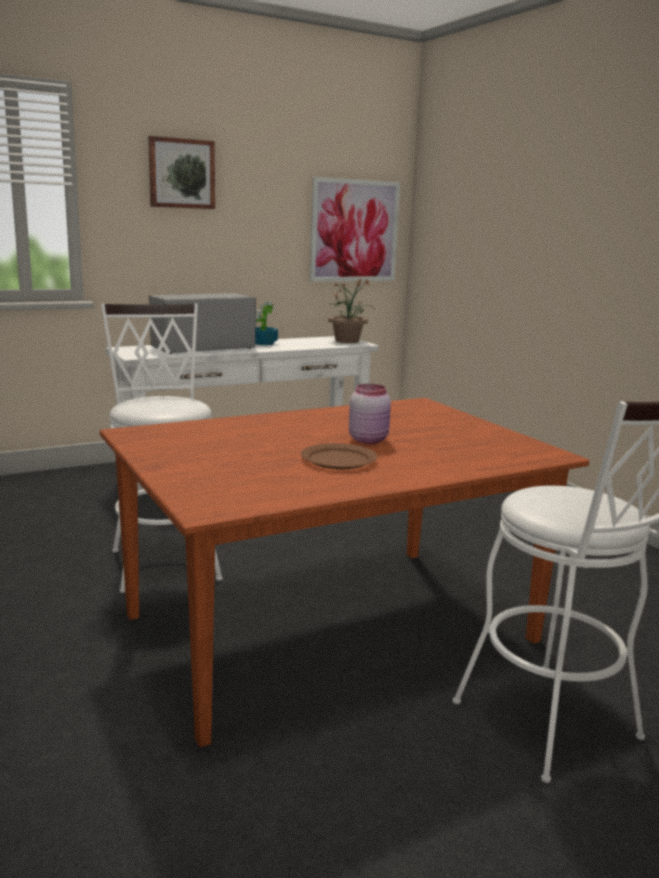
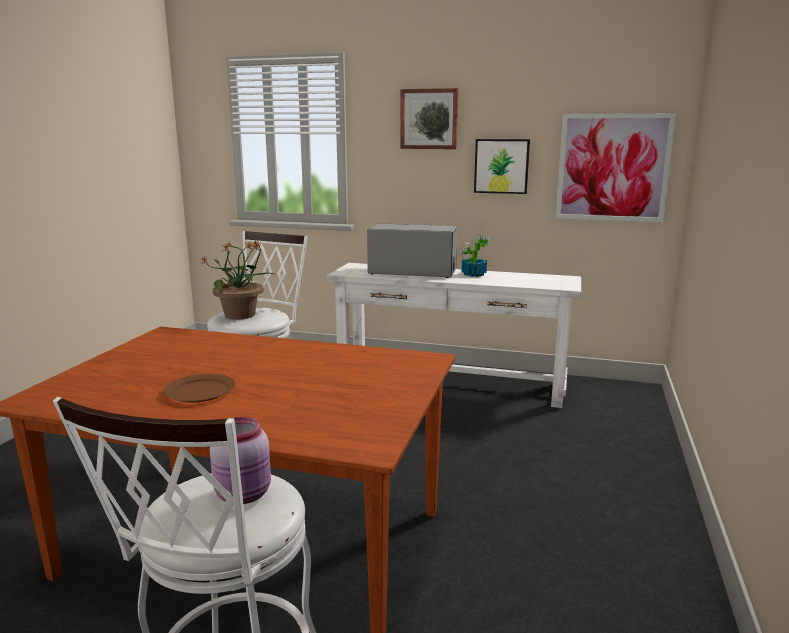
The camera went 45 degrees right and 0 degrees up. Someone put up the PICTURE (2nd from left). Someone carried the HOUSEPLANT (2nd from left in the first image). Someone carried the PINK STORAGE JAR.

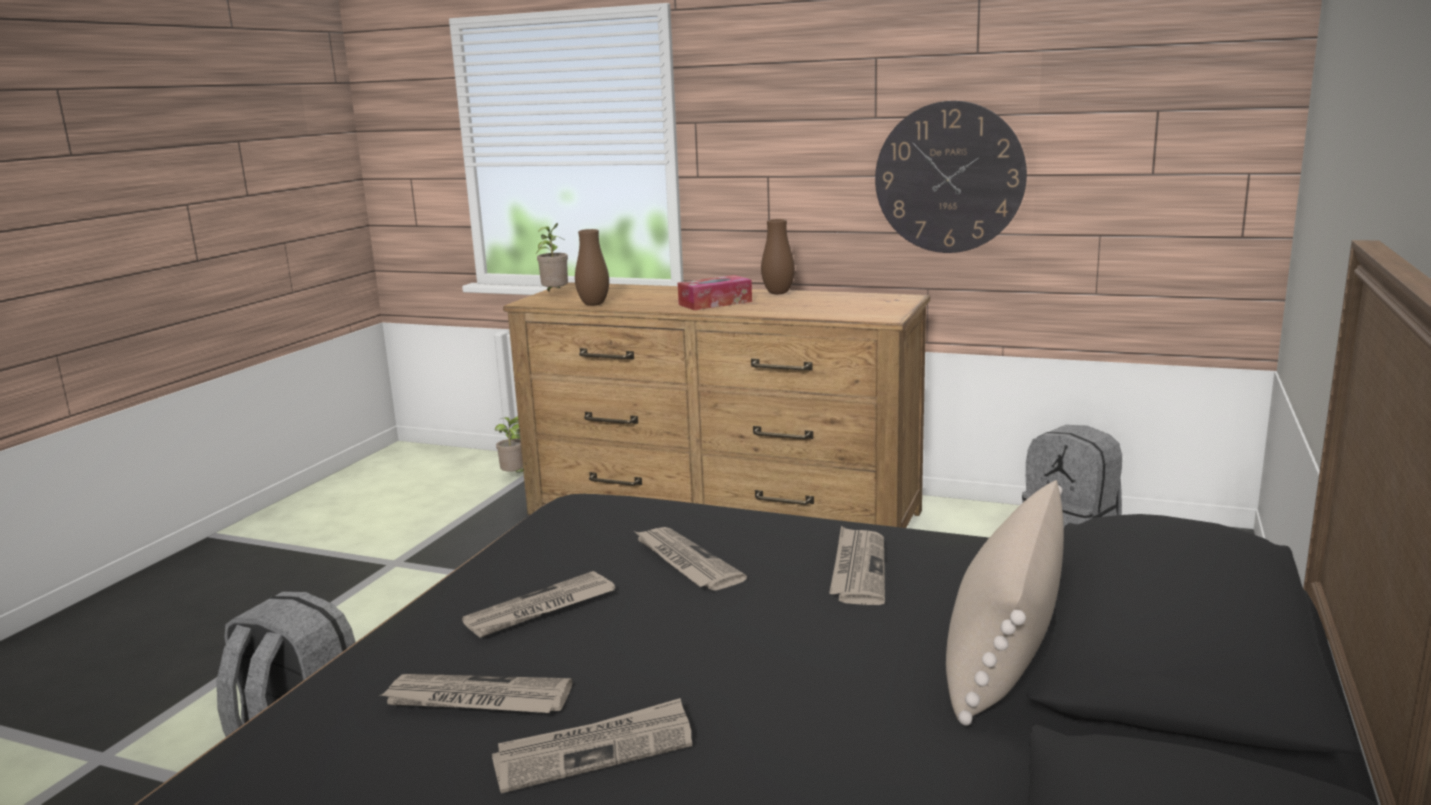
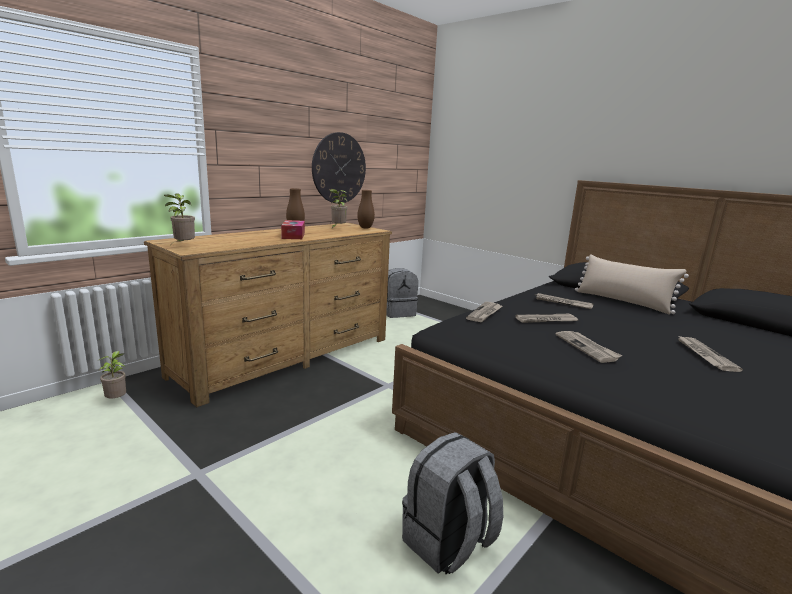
The camera went 70 degrees left and 0 degrees up. Someone put down the HOUSEPLANT (3rd from left). Someone carried the PRINTED PAPER (1st from left). Someone carried the BROWNISH DECORATIVE VASE (1st from left in the first image).

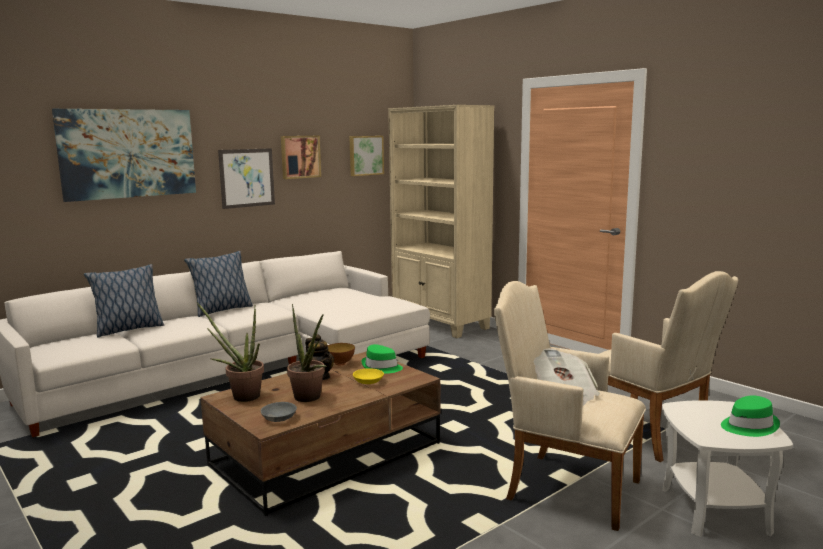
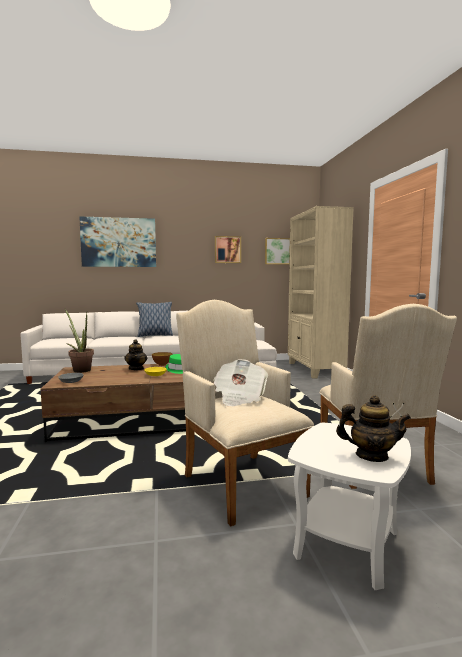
The camera went 30 degrees right and 5 degrees down. Someone took away the PILLOW (1st from left). Someone took away the PICTURE (2nd from left). Someone took away the HOUSEPLANT (2nd from left). Someone swapped the GREEN-COLOURED HAT (2nd from left) for the TEA POT (2nd from left).

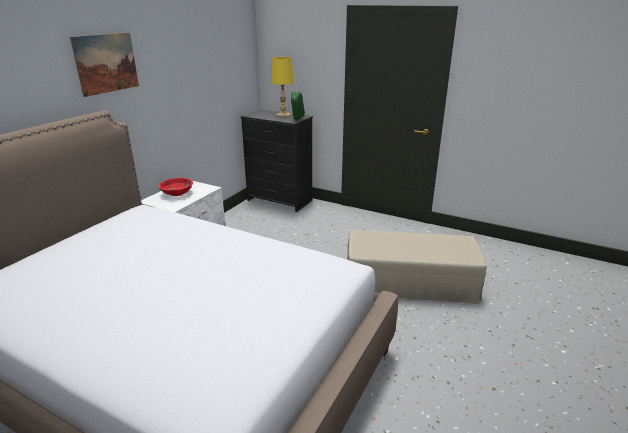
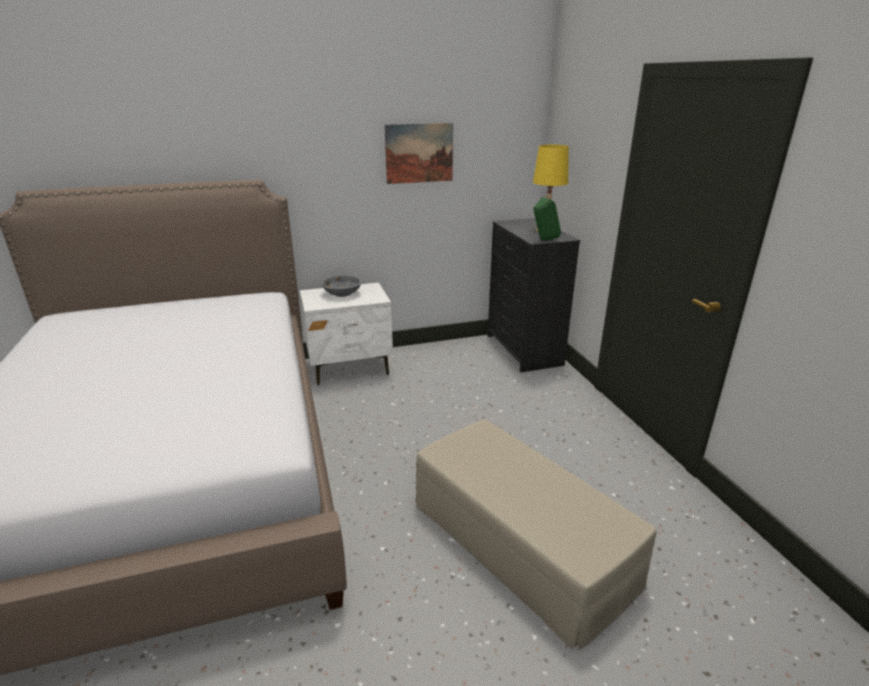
The camera went 45 degrees right and 0 degrees up. Someone carried the PICTURE. Someone repainted the RED-COLOURED BOWL, which became the GREY BOWL.

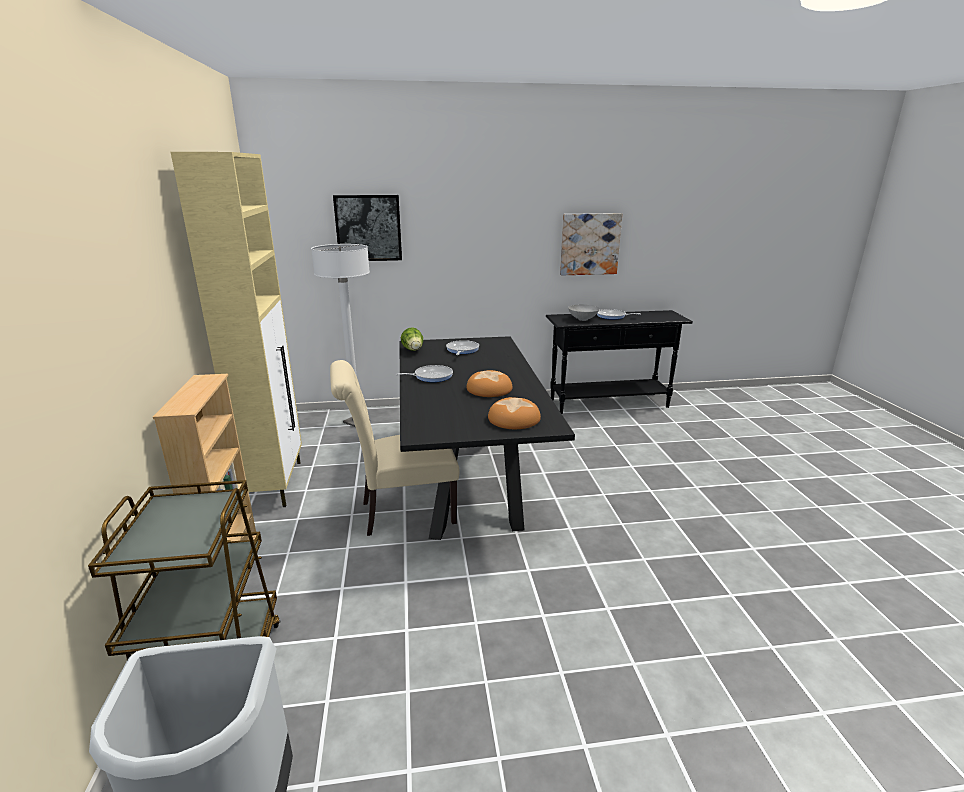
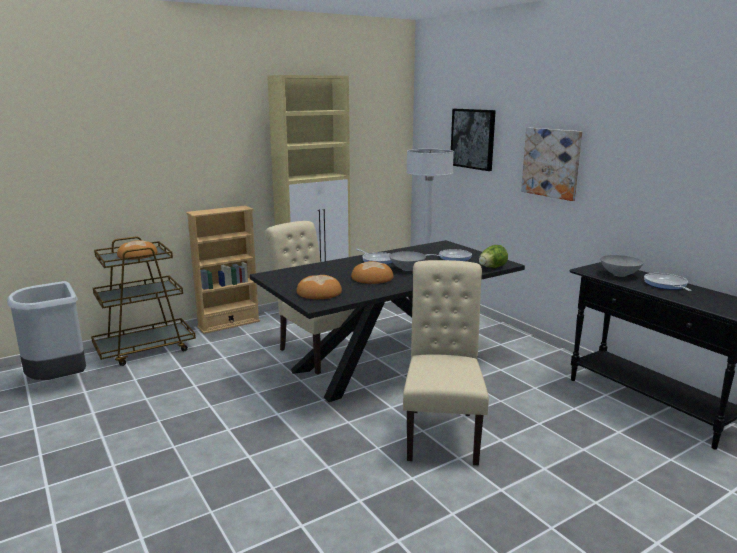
The camera went 65 degrees right and 5 degrees down. Someone put down the BREAD (1st from left). Someone put down the GREY BOWL (1st from left). Someone put down the BEIGE UPRIGHT CHAIR (2nd from left). Someone carried the LETTUCE HEAD. Someone carried the PICTURE (2nd from left).

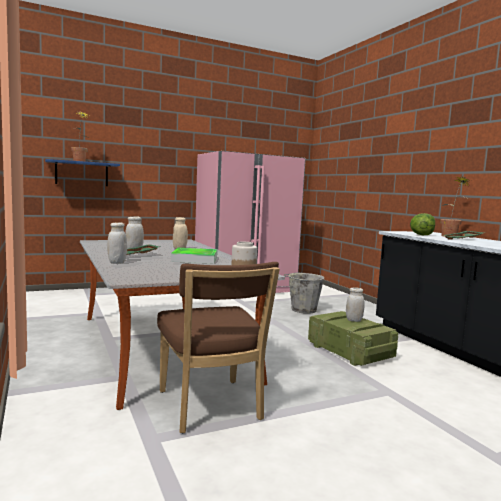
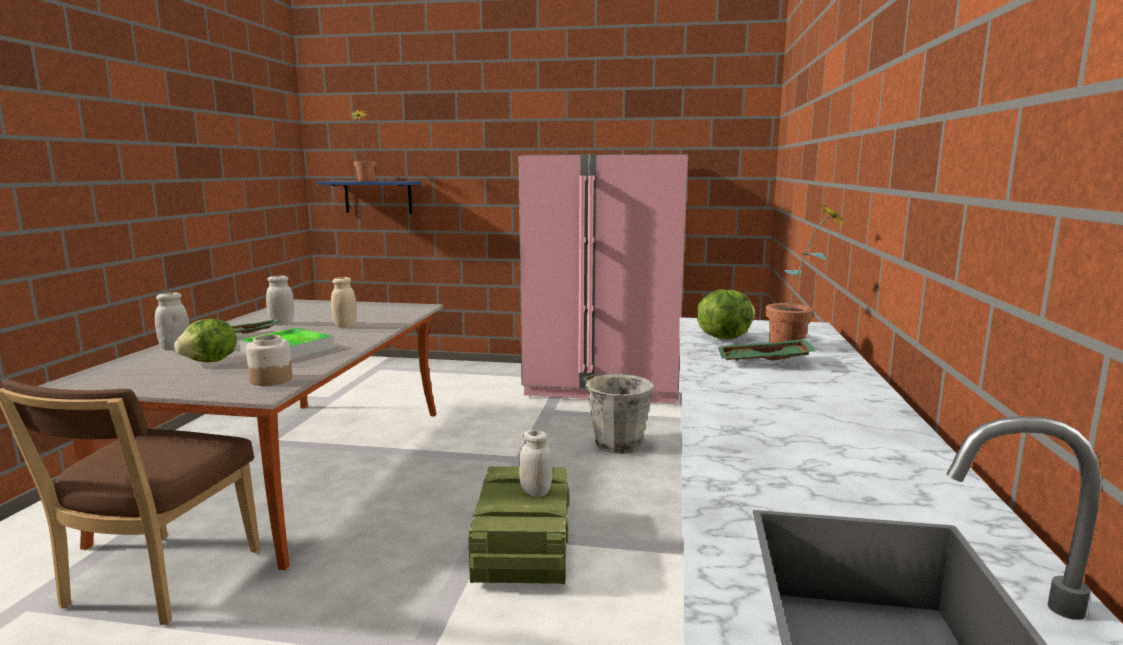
The camera went 35 degrees right and 5 degrees up. Someone put down the LETTUCE HEAD (1st from left).

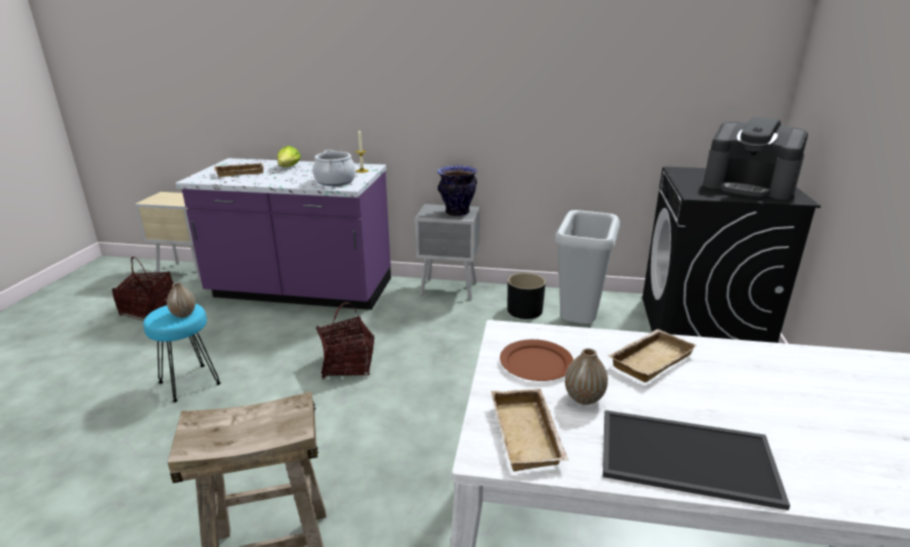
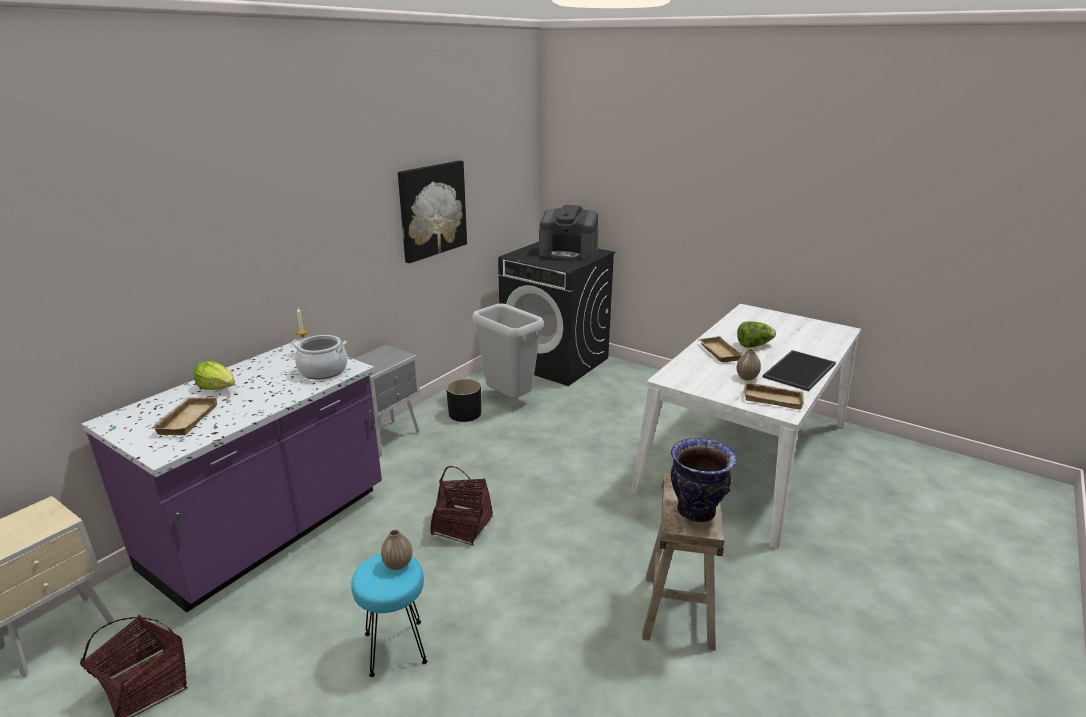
The camera went 65 degrees left and 0 degrees up. Someone took away the BROWNISH PLATE. Someone put up the PICTURE. Someone put down the LETTUCE HEAD (2nd from left). Someone carried the DECORATIVE VASE (2nd from left). Someone rotated the COFFEE MACHINE by 45 degrees clockwise.

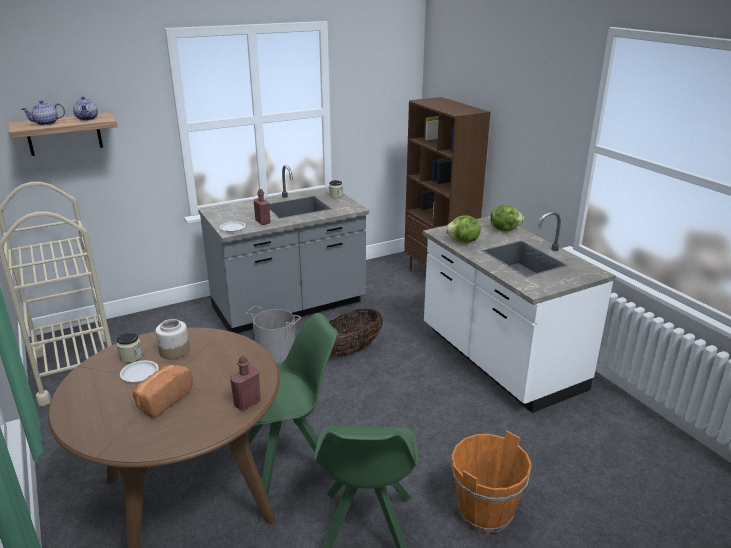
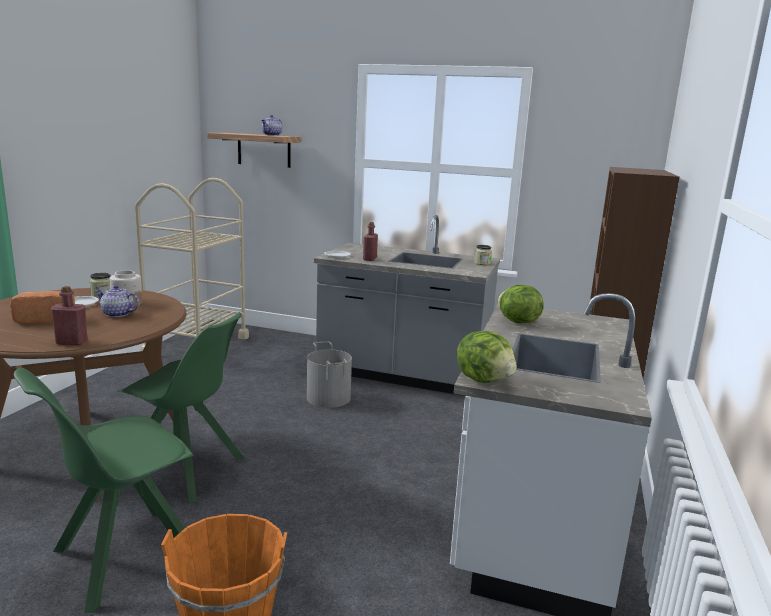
The camera went 45 degrees right and 10 degrees down. Someone took away the HOUSEHOLD BASKET. Someone carried the TEA POT (1st from left). Someone carried the LETTUCE HEAD (2nd from left in the first image).

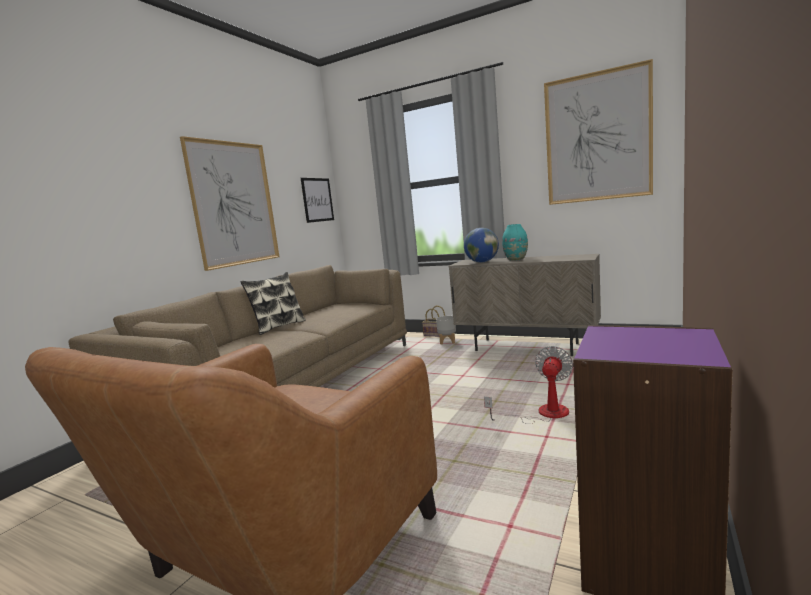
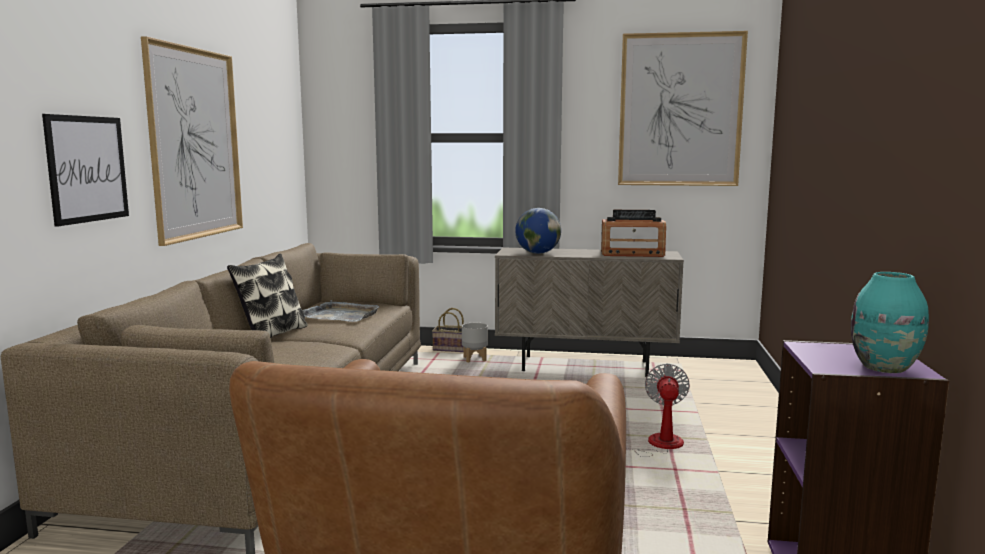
The camera went 20 degrees left and 0 degrees up. Someone put down the GREY SERVING TRAY. Someone put down the RADIO RECEIVER. Someone carried the PICTURE (2nd from left in the first image). Someone carried the BLUE-GREEN DECORATIVE VASE.

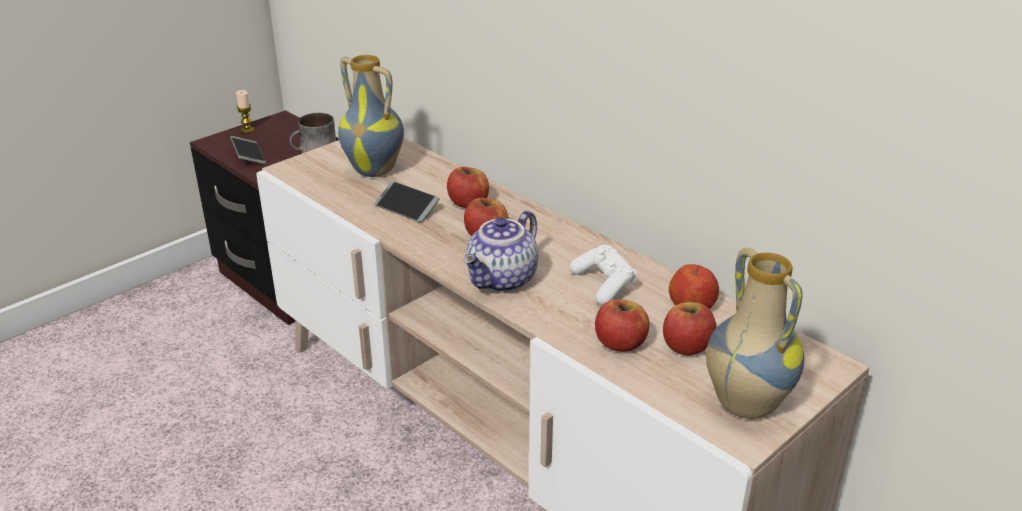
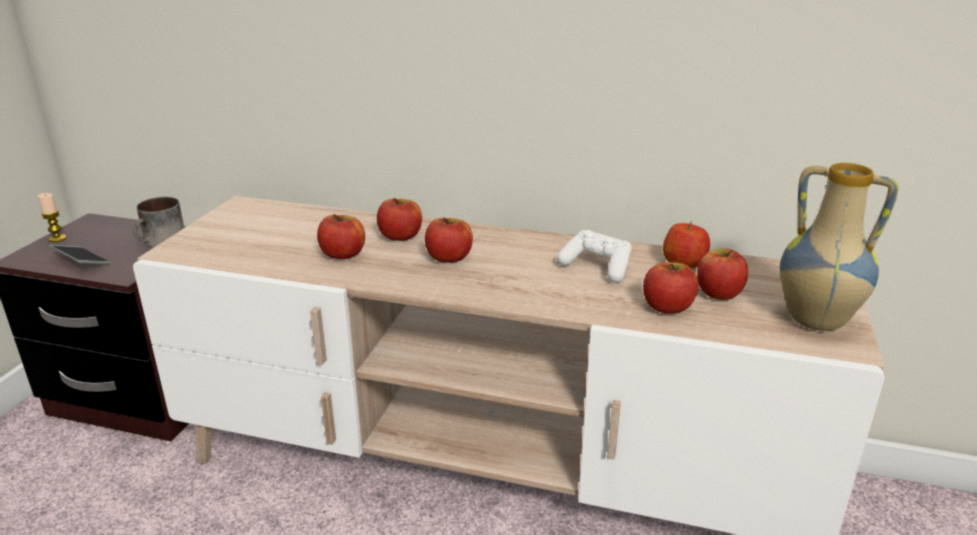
The camera went 30 degrees left and 5 degrees down. Someone took away the DECORATIVE VASE (1st from left). Someone took away the TEA POT. Someone swapped the TELEPHONE (2nd from left) for the APPLE FRUIT (1st from left).

